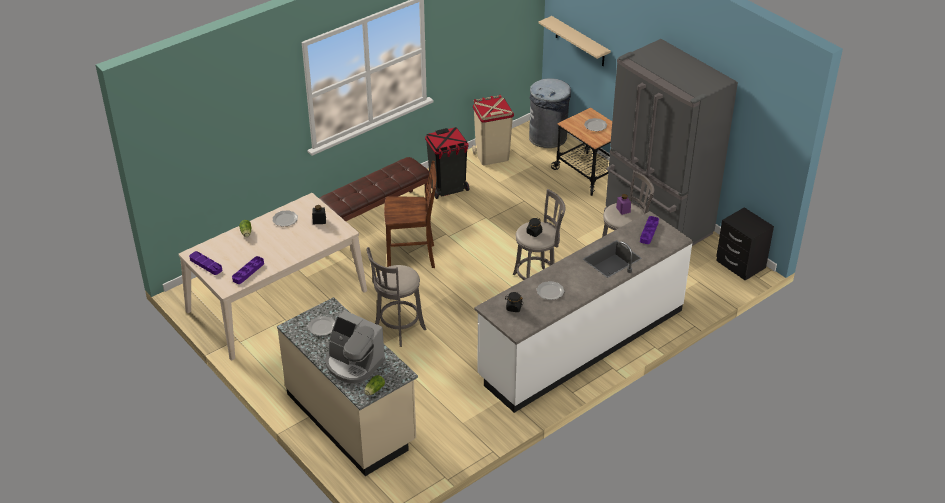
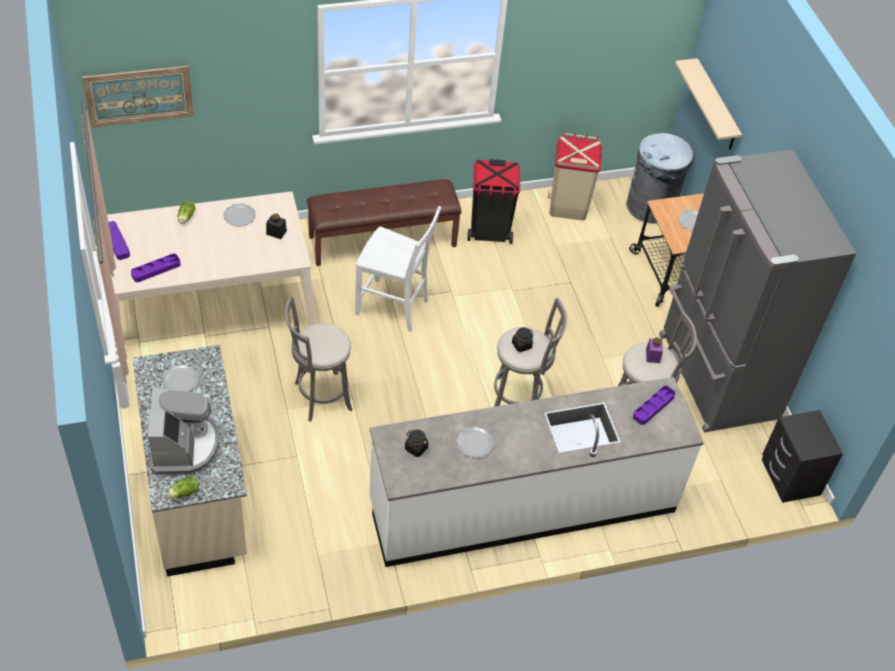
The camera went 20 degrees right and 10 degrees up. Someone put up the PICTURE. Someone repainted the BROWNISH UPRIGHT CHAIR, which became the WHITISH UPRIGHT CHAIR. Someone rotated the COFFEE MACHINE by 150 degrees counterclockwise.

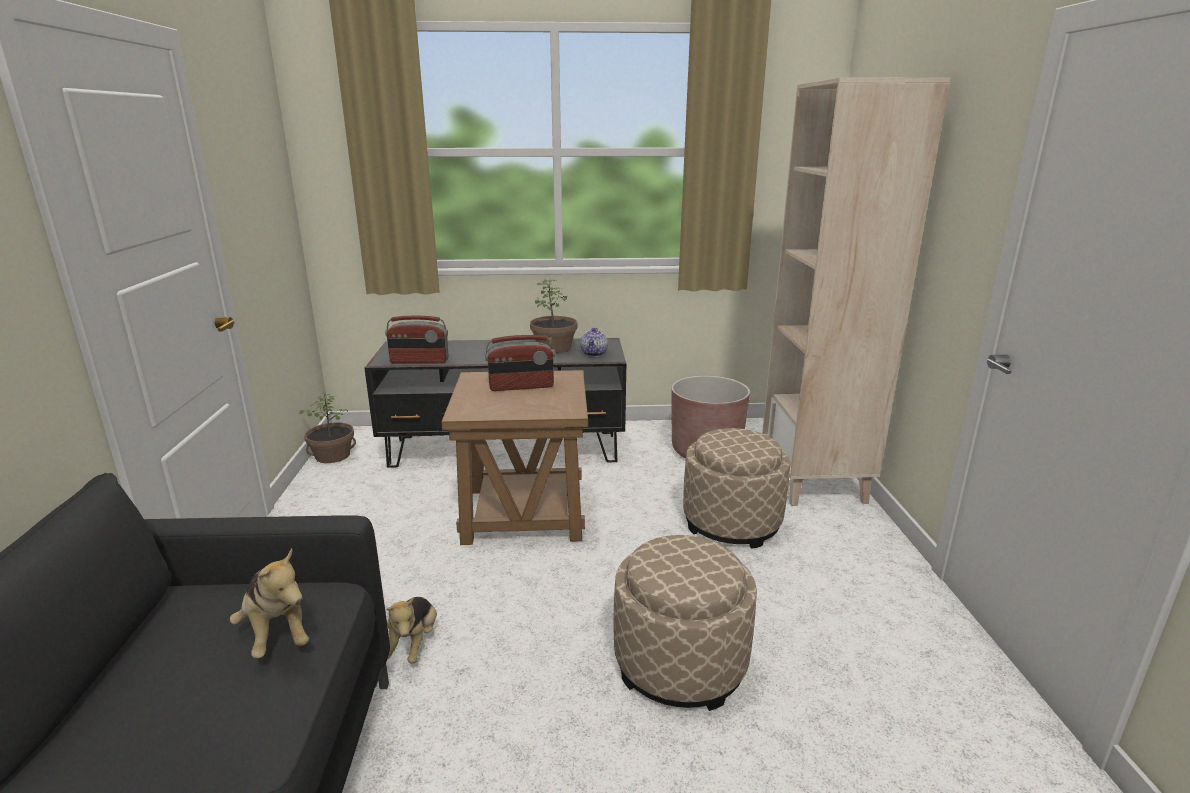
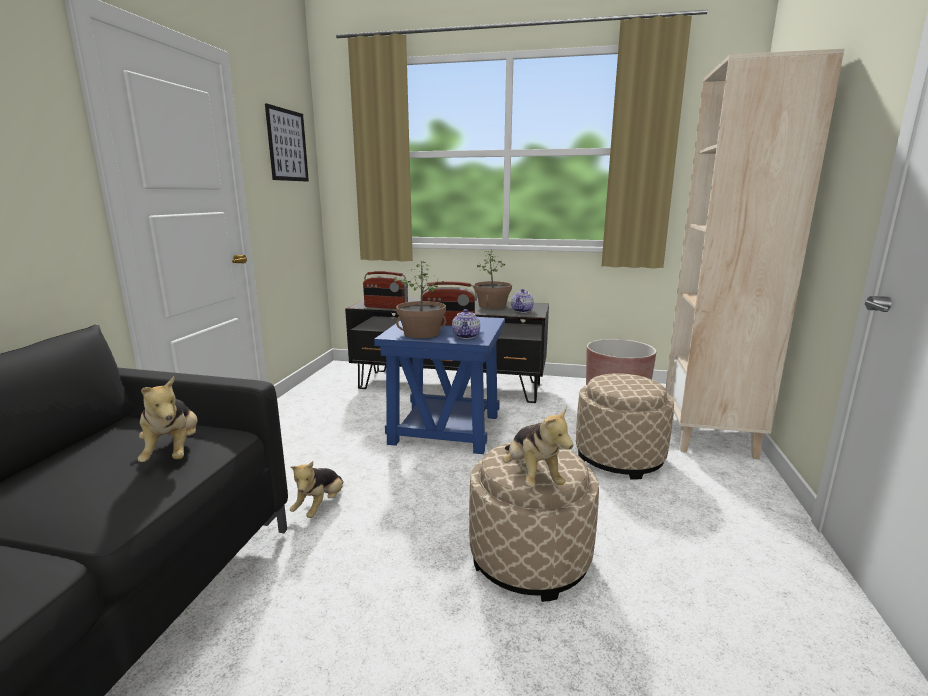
The camera went 15 degrees right and 5 degrees down. Someone put up the PICTURE. Someone put down the TEA POT (1st from left). Someone put down the SOFT TOY (3rd from left). Someone carried the HOUSEPLANT (1st from left). Someone repainted the BROWNISH ACCENT TABLE, which became the BLUE ACCENT TABLE.

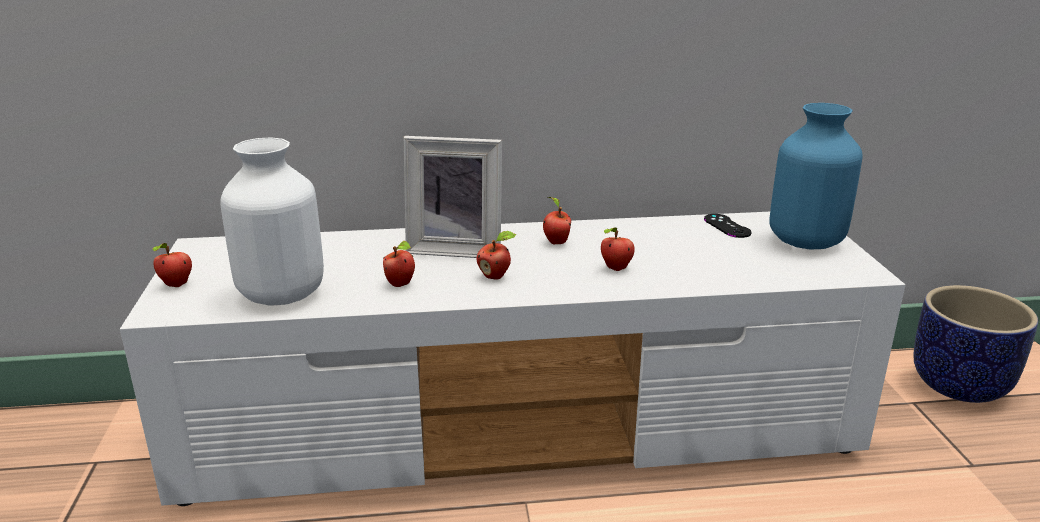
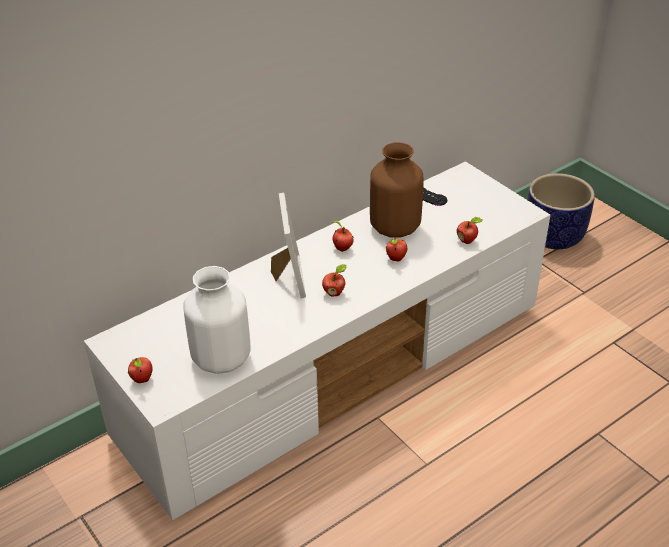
The camera went 30 degrees left and 15 degrees up. Someone took away the BLUE DECORATIVE VASE. Someone put down the BROWNISH DECORATIVE VASE. Someone carried the APPLE FRUIT (2nd from left in the first image). Someone rotated the STANDING FRAME by 75 degrees counterclockwise.

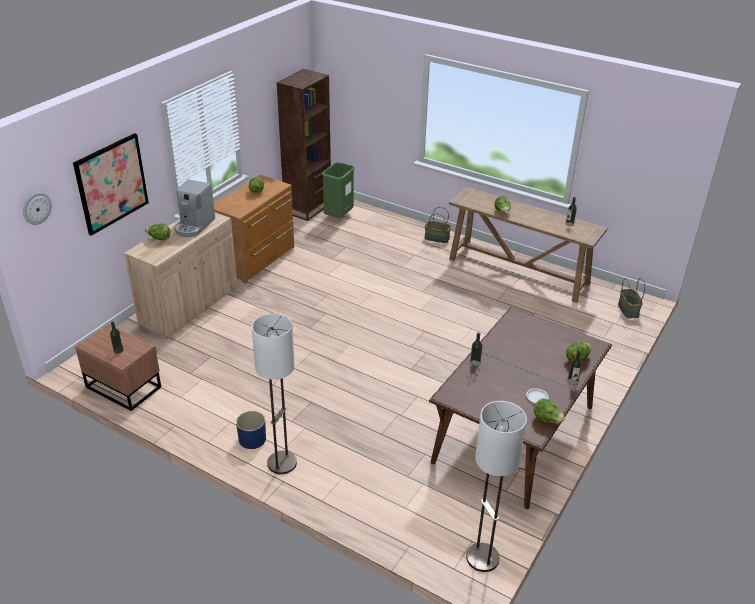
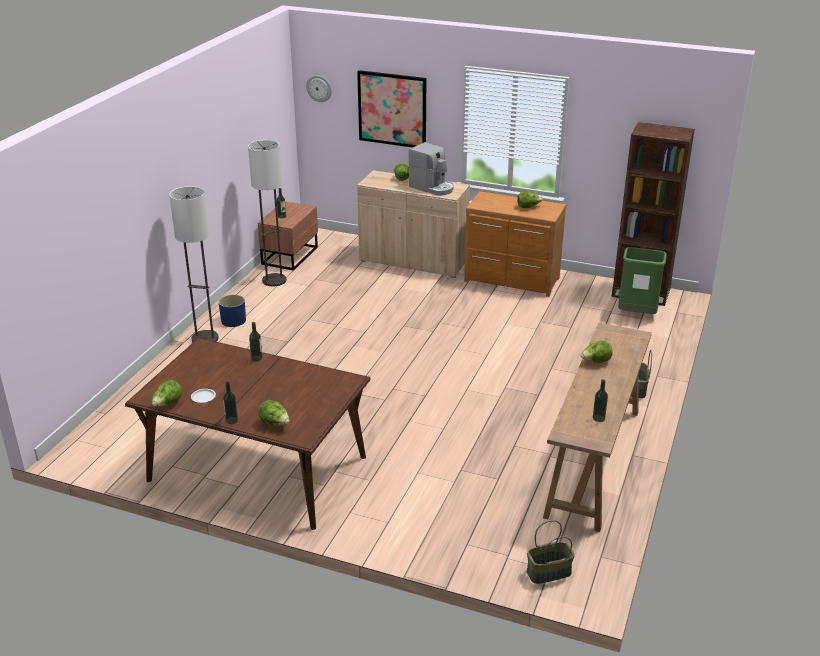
The camera went 80 degrees right and 5 degrees down. Someone carried the FLOOR LAMP (2nd from left). Someone rotated the COFFEE MACHINE by 150 degrees counterclockwise.

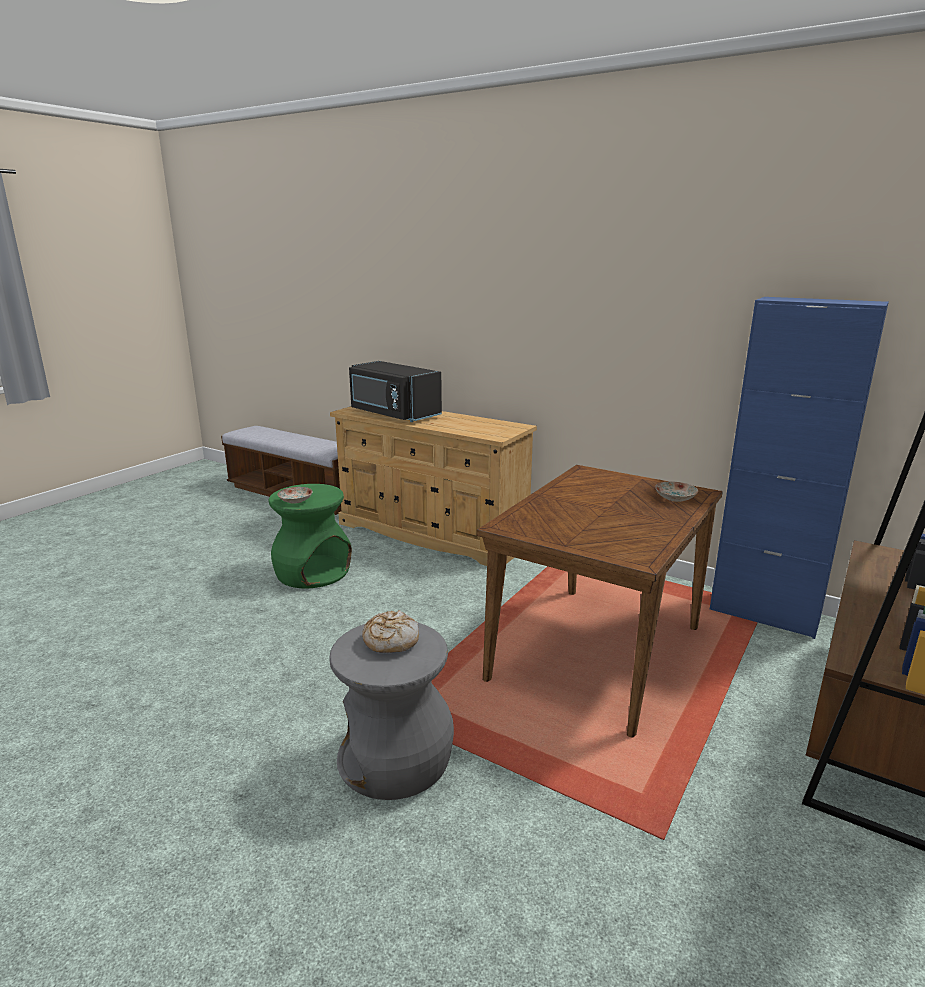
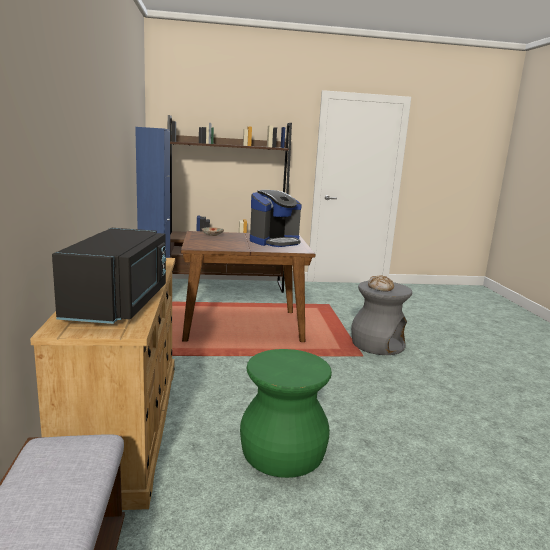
The camera went 130 degrees left and 5 degrees down. Someone took away the PLATE (1st from left). Someone put down the COFFEE MACHINE.

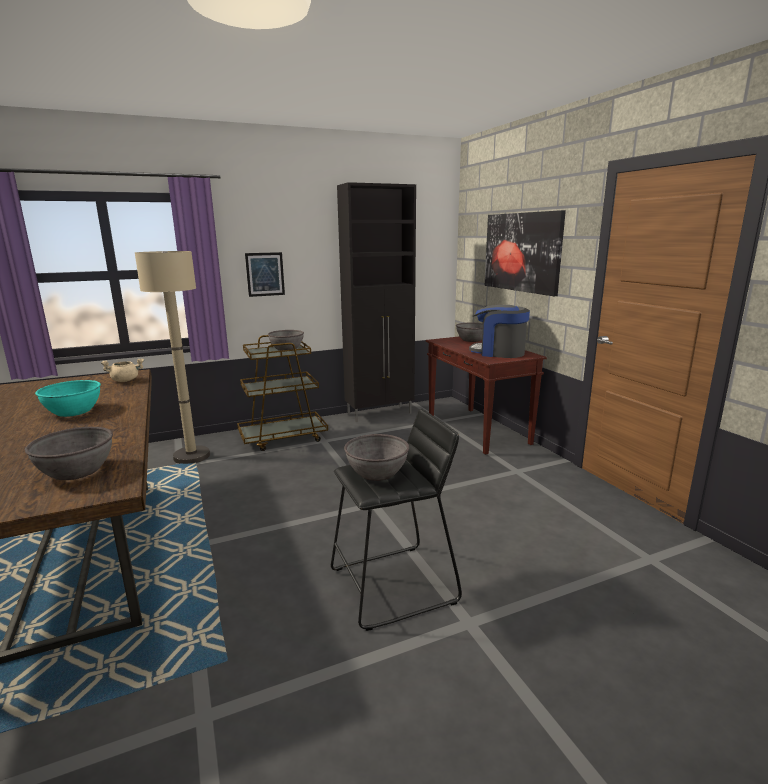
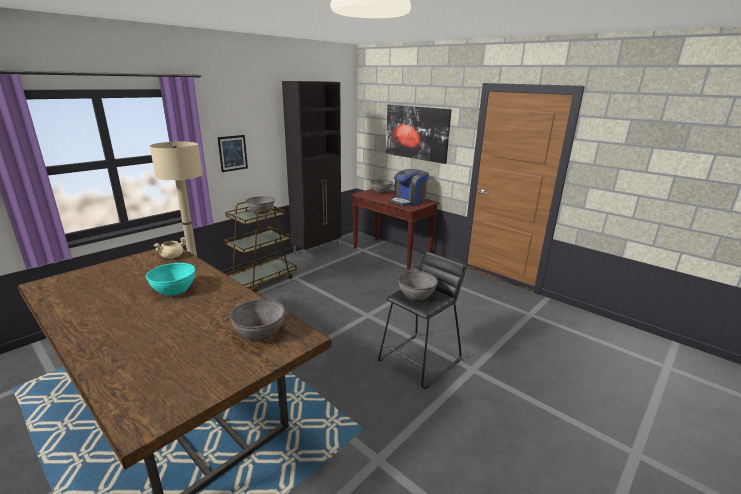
The camera went 25 degrees left and 5 degrees up. Someone rotated the COFFEE MACHINE by 45 degrees counterclockwise.

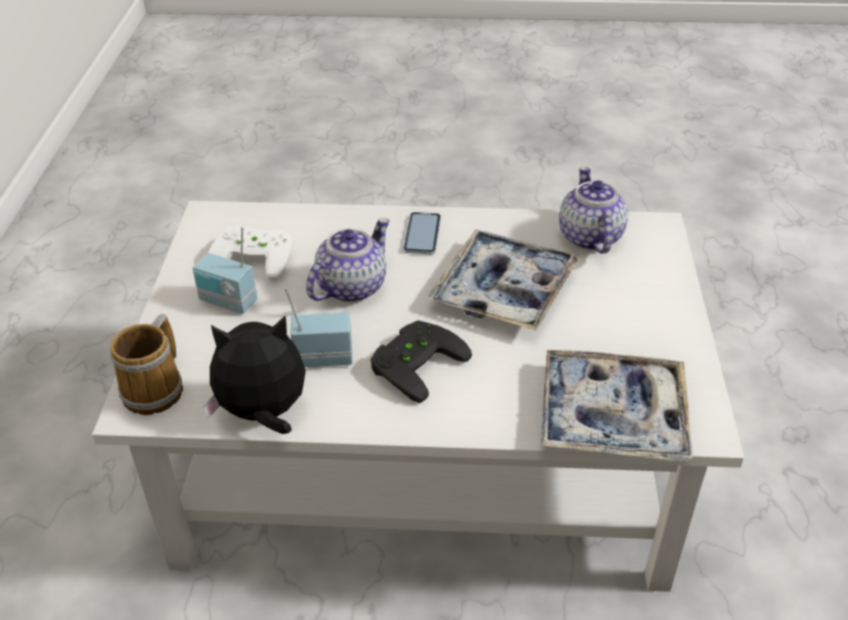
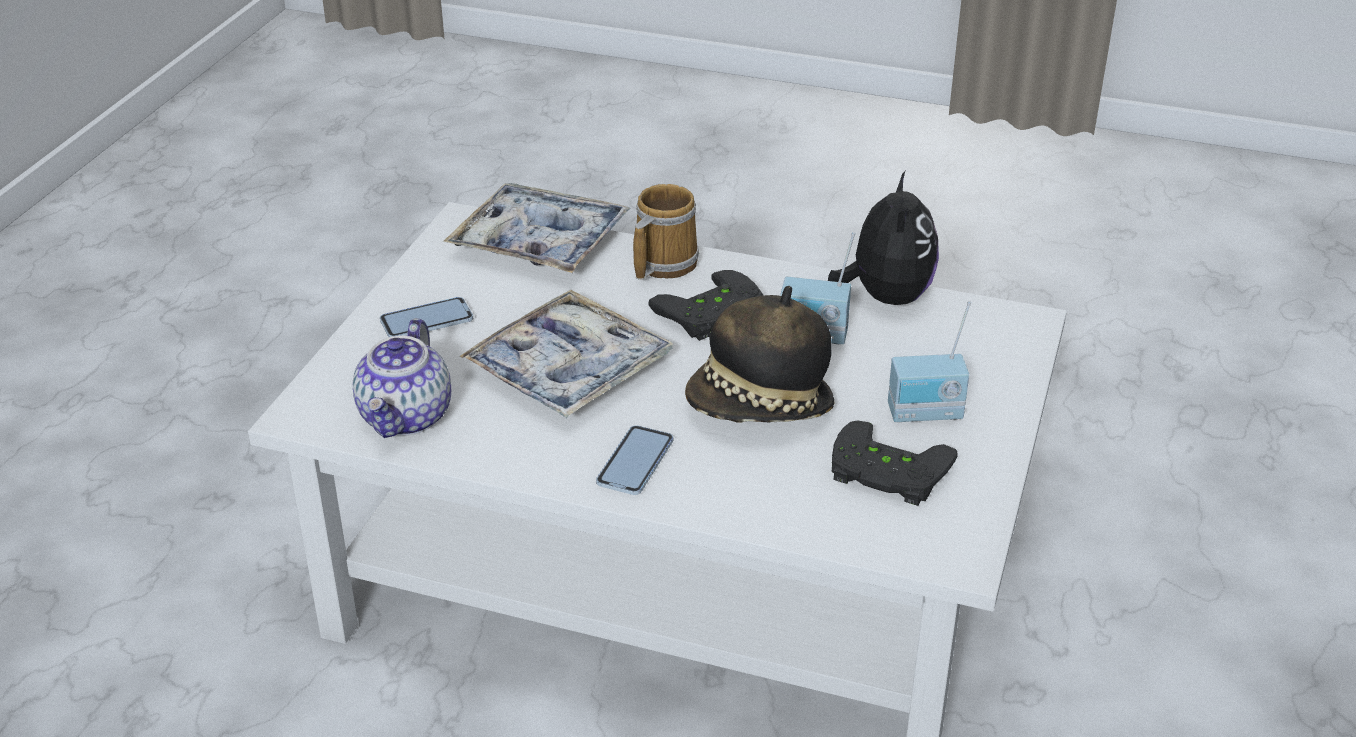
The camera went 165 degrees left and 5 degrees down. Someone put down the TELEPHONE (1st from left). Someone carried the MUG. Someone swapped the TEA POT (1st from left) for the HAT. Someone repainted the WHITISH GAME CONTROLLER, which became the BLACK GAME CONTROLLER (2nd from left). Someone rotated the RADIO RECEIVER (1st from left in the first image) by 135 degrees clockwise. Someone rotated the SOFT TOY by 90 degrees counterclockwise.

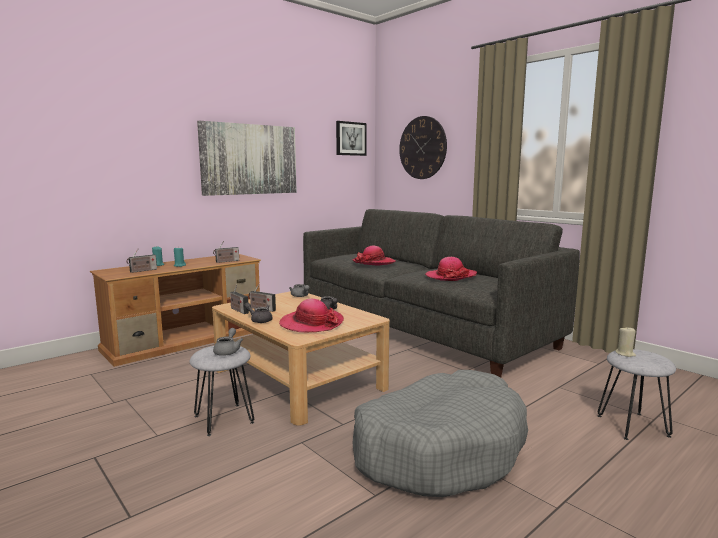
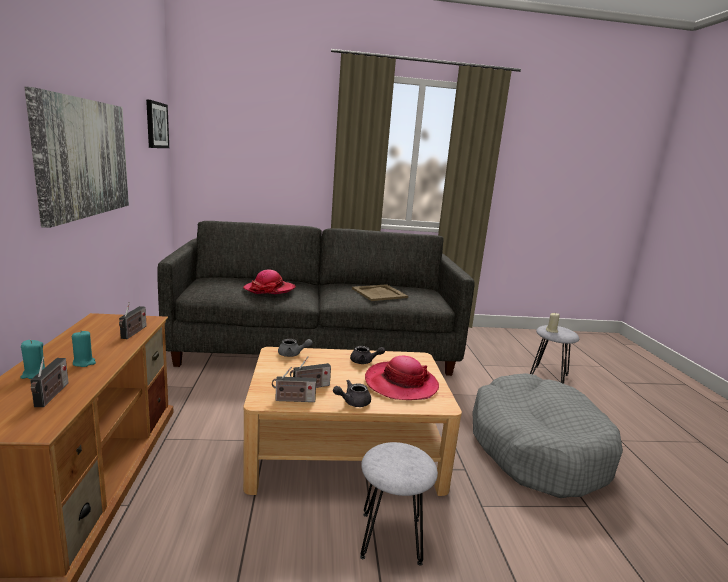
The camera went 55 degrees left and 5 degrees up. Someone took away the GREY TEA POT (1st from left). Someone took away the WALL CLOCK. Someone swapped the HAT (3rd from left) for the BEIGE SERVING TRAY.

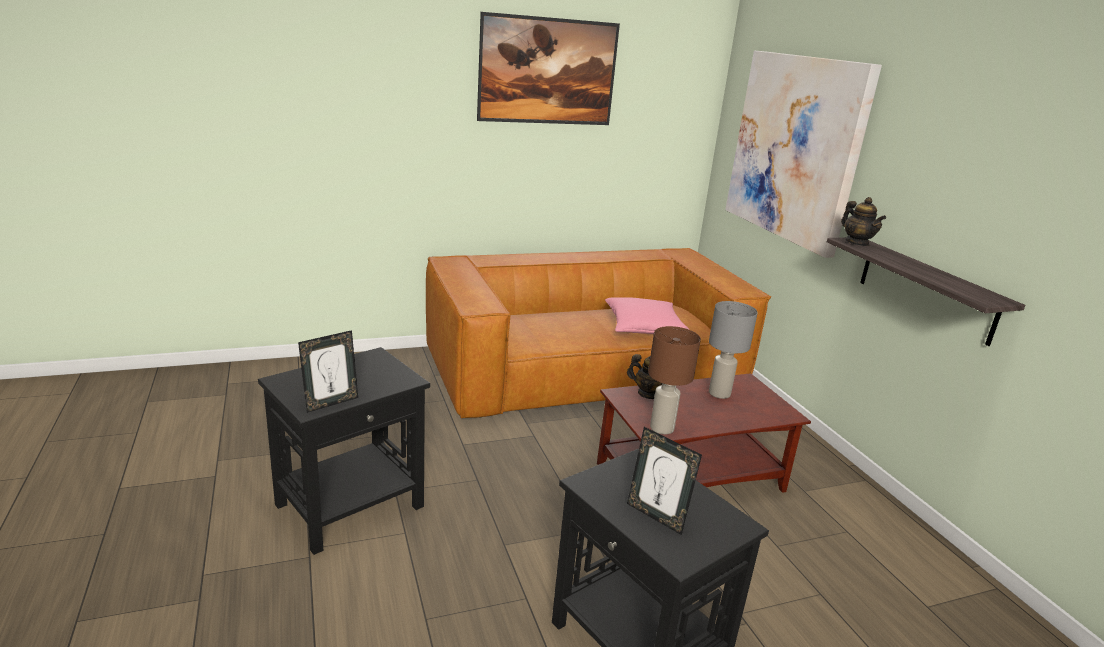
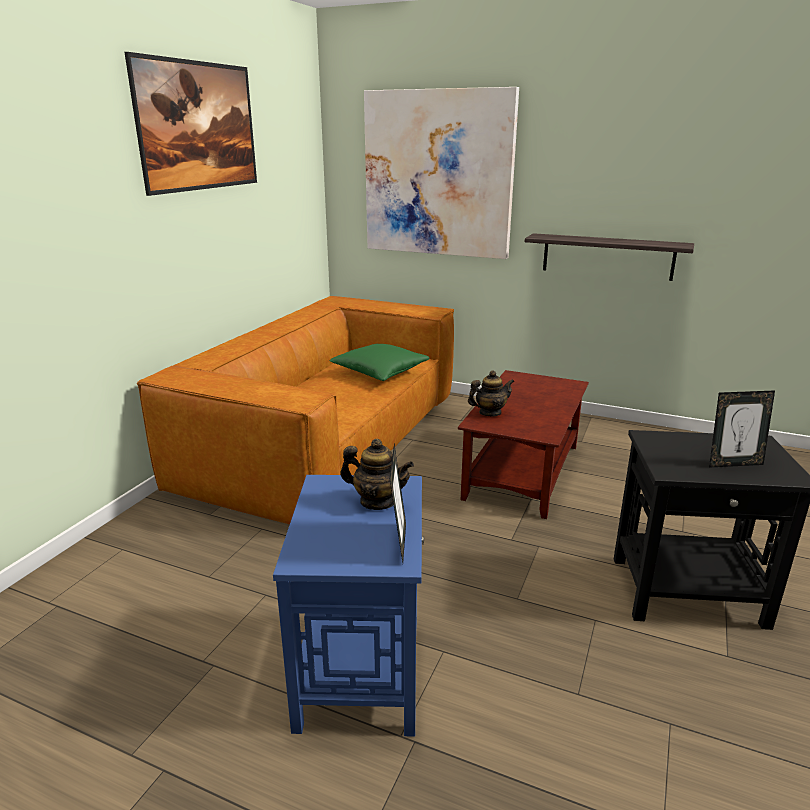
The camera went 45 degrees left and 0 degrees up. Someone took away the BROWNISH LAMP FOR A TABLE. Someone took away the GREY LAMP FOR A TABLE. Someone carried the TEA POT (2nd from left in the first image). Someone repainted the BLACK ACCENT TABLE (1st from left), which became the BLUE ACCENT TABLE. Someone repainted the PINK PILLOW, which became the GREEN-COLOURED PILLOW.

